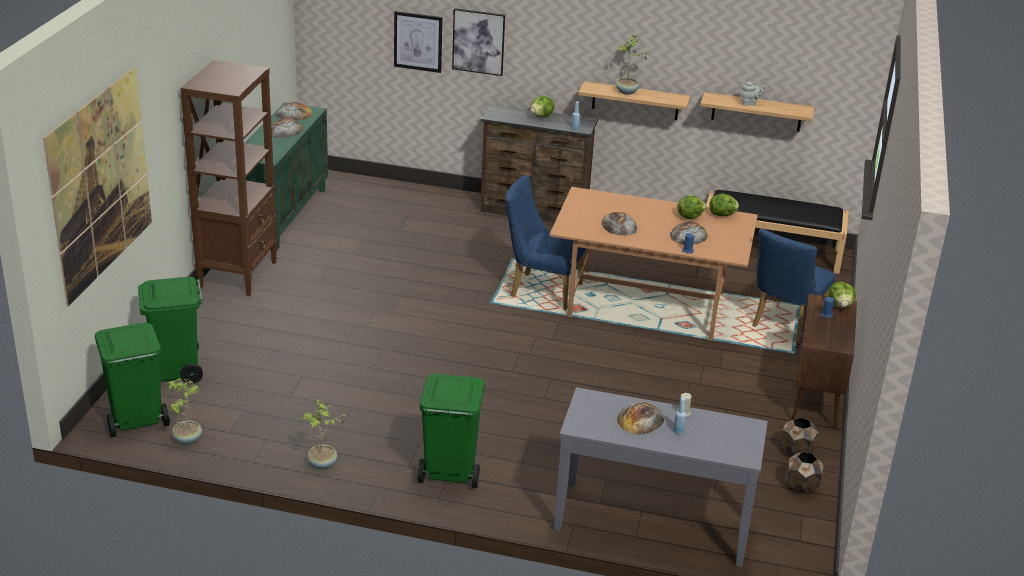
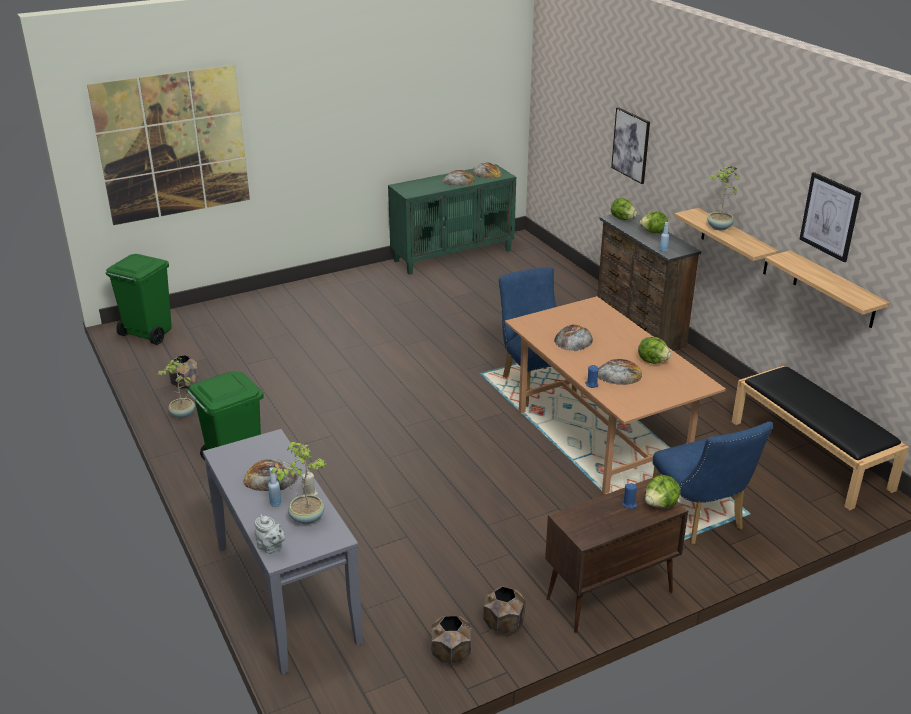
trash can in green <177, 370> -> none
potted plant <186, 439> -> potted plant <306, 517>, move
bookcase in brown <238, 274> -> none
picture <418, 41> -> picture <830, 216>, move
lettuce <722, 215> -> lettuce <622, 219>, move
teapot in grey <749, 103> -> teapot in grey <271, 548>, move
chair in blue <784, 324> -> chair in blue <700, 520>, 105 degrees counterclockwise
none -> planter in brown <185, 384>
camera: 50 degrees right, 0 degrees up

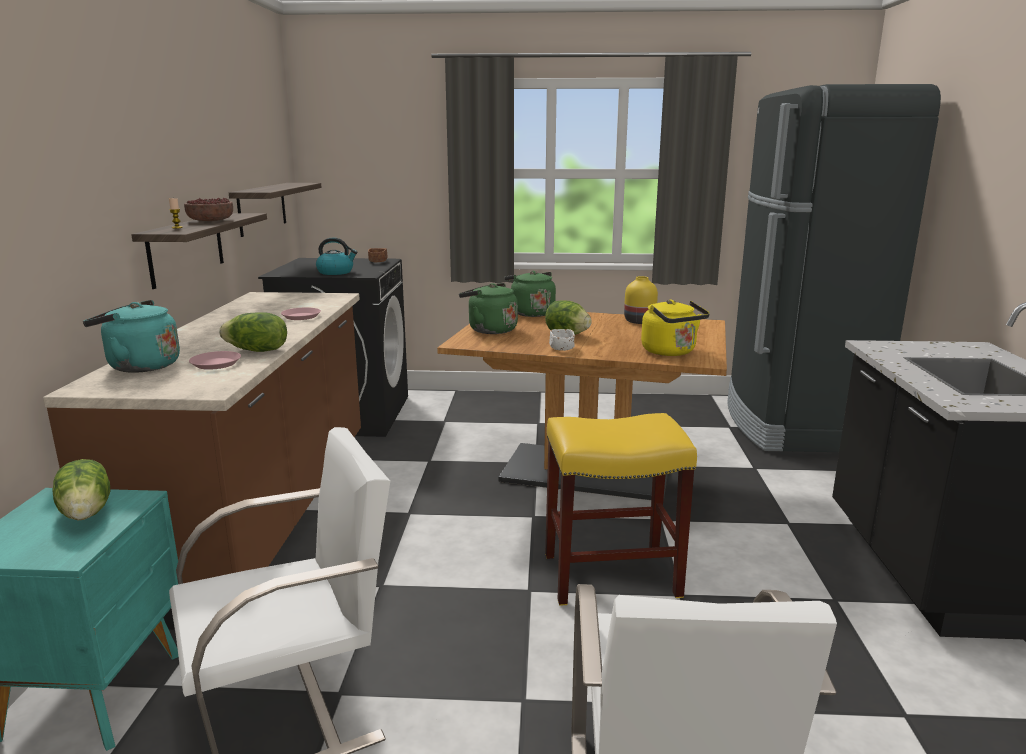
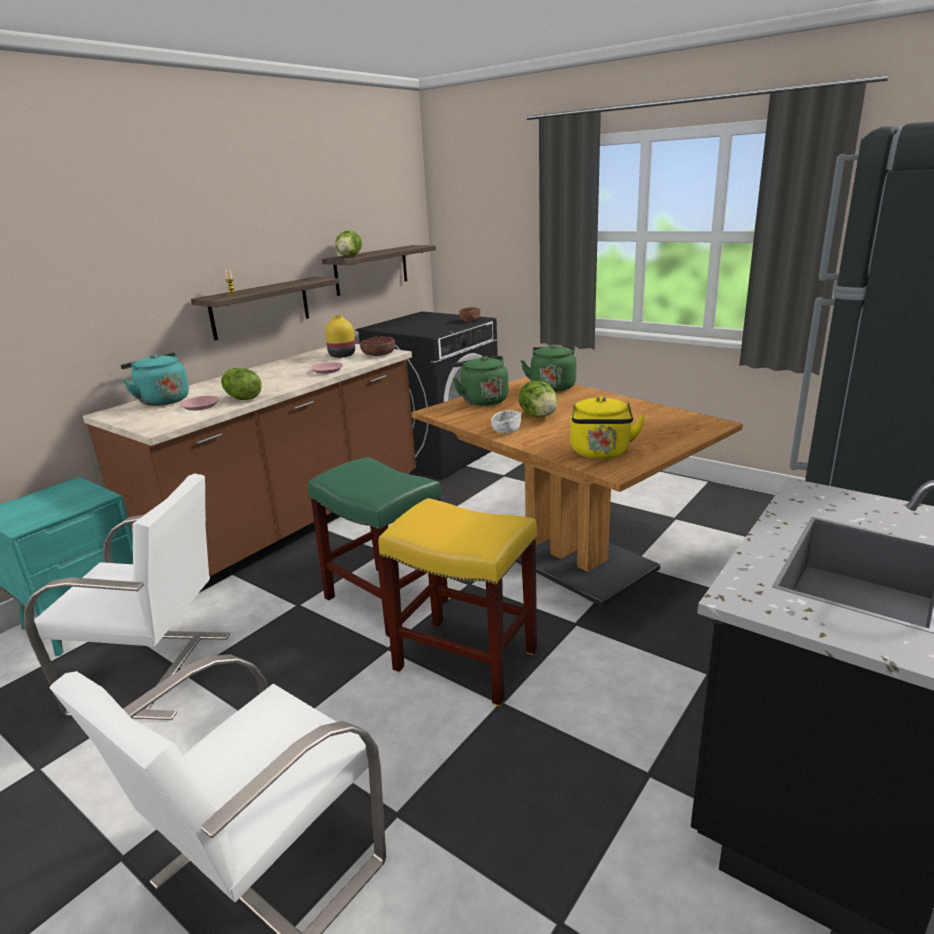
lettuce <87, 512> -> lettuce <350, 256>, move
bowl <211, 221> -> bowl <379, 354>, move
kettle <336, 272> -> none
vase in yellow <639, 321> -> vase in yellow <341, 355>, move
none -> stool in green <384, 600>
camera: 35 degrees right, 5 degrees up

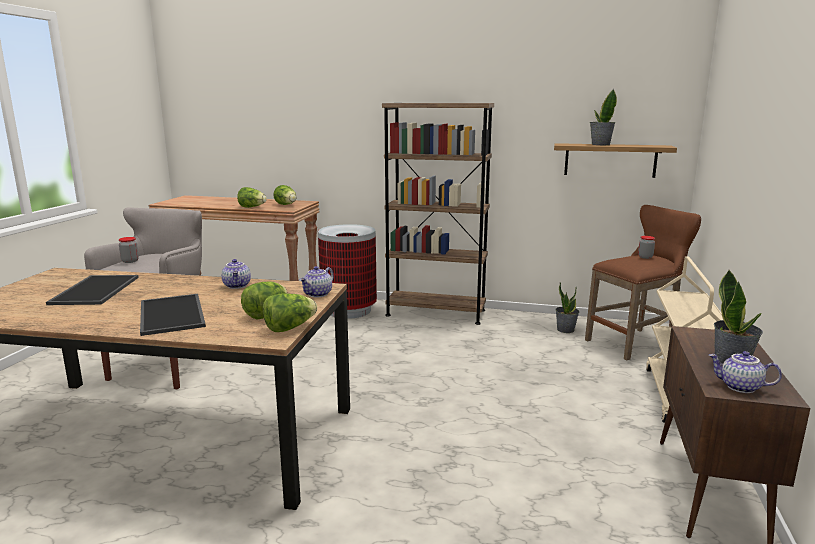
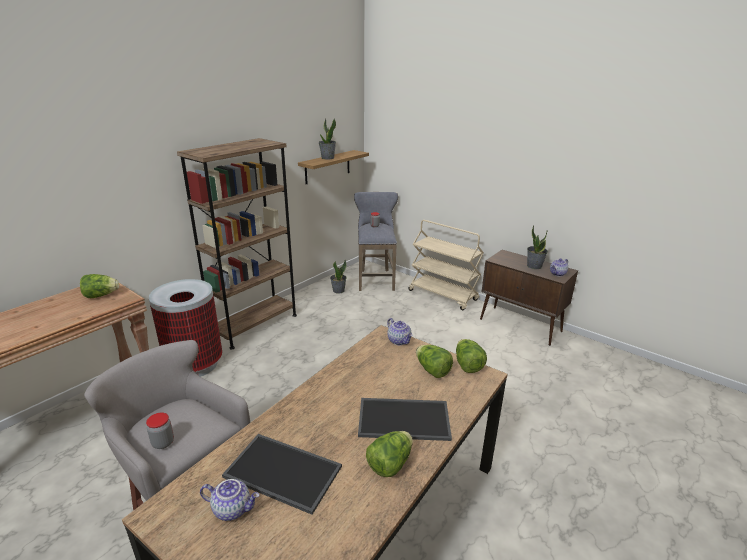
teapot <237, 286> -> teapot <233, 508>, move
lettuce <252, 207> -> lettuce <390, 464>, move
stool in brown <635, 342> -> stool in grey <375, 278>
camera: 65 degrees left, 10 degrees up

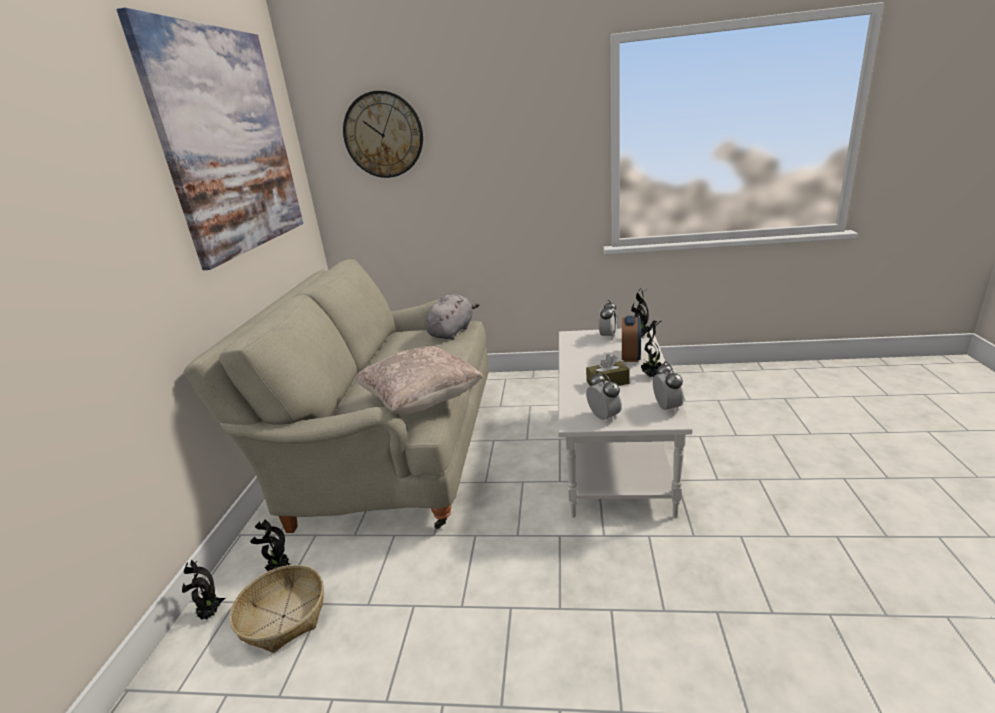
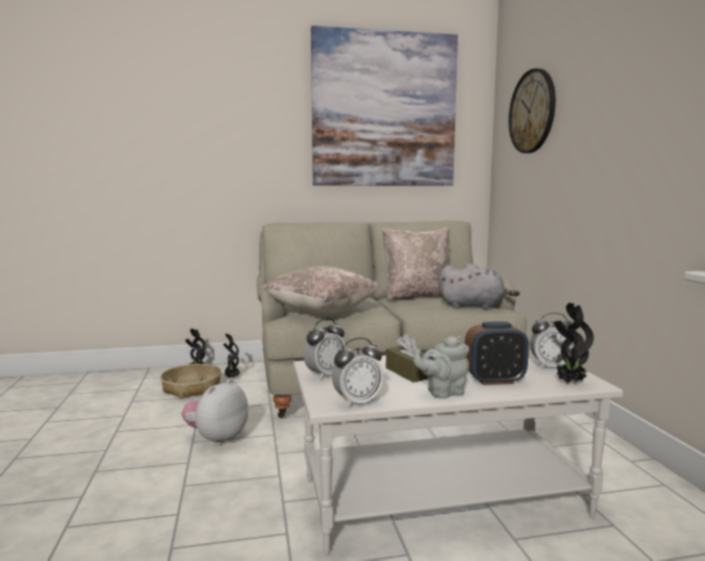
potted plant <651, 376> -> teapot in grey <442, 392>
none -> plush toy <217, 439>
none -> pillow in beige <417, 297>
camera: 70 degrees right, 15 degrees down

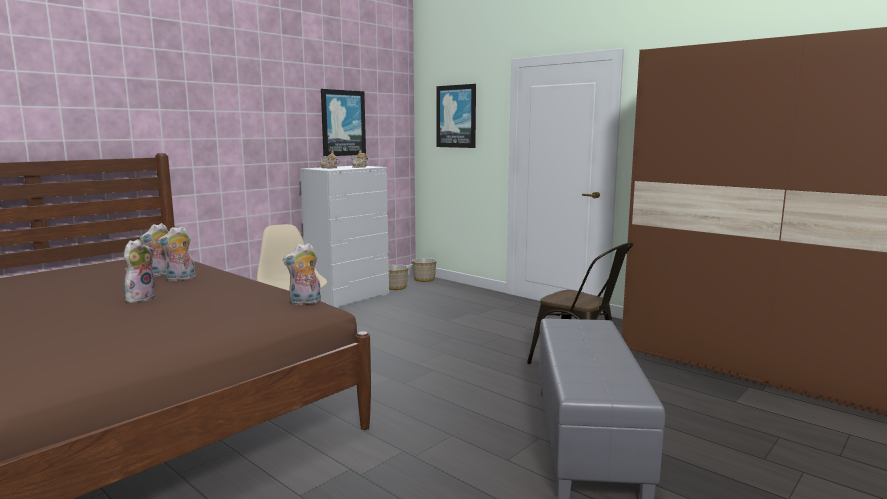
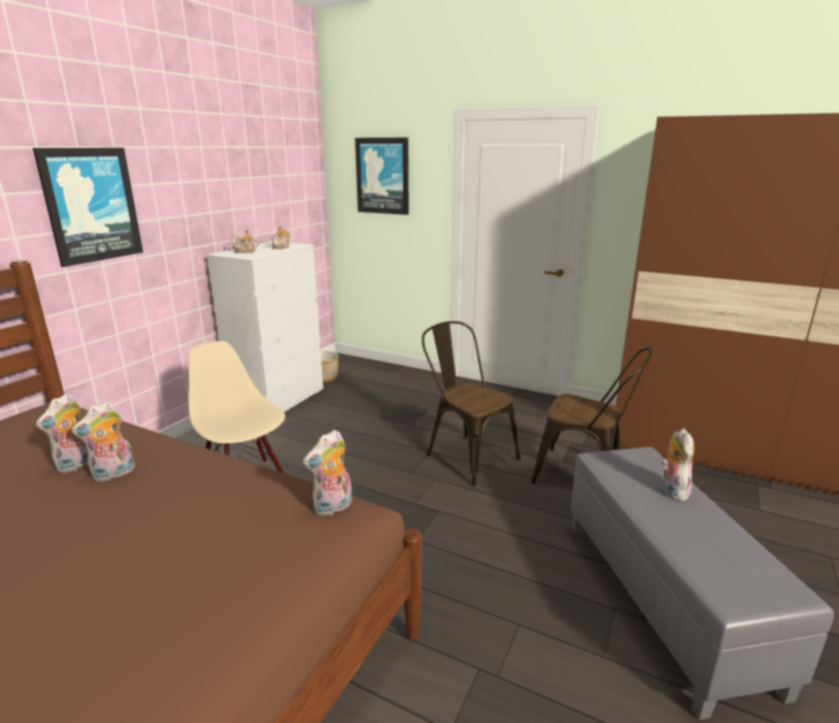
plush toy <140, 298> -> plush toy <672, 489>, move
picture <343, 123> -> picture <91, 205>, move
planter <424, 279> -> none
none -> chair in brown <466, 455>
camera: 15 degrees left, 10 degrees up

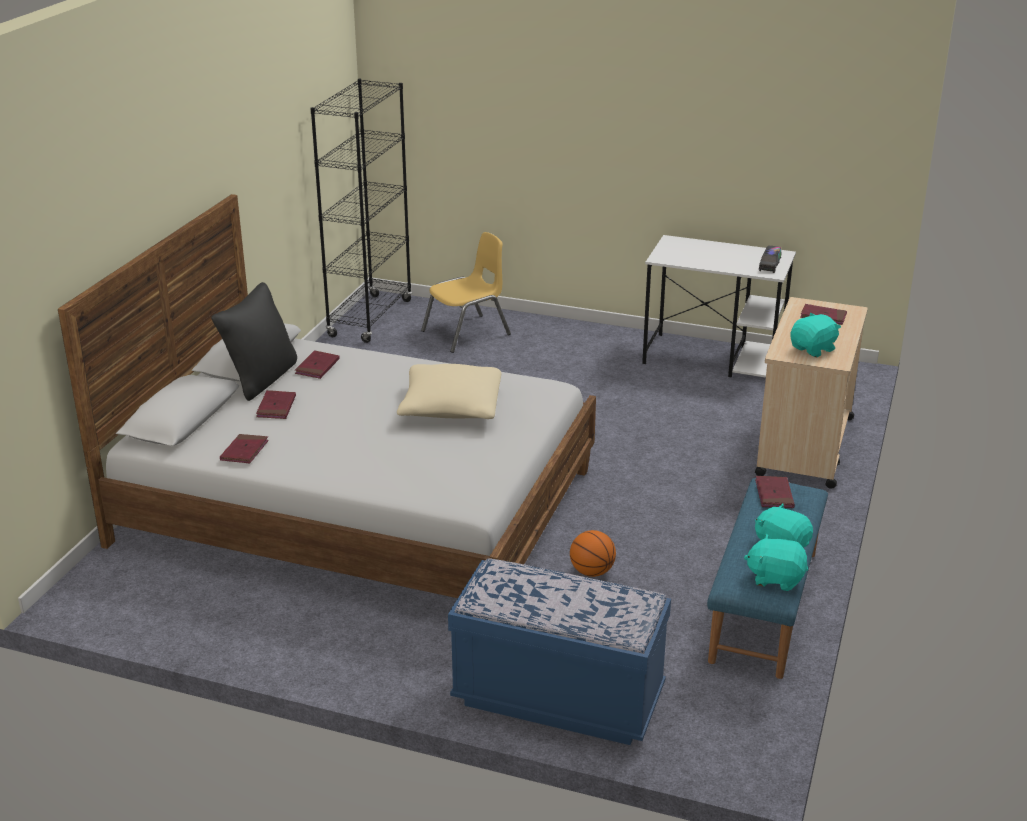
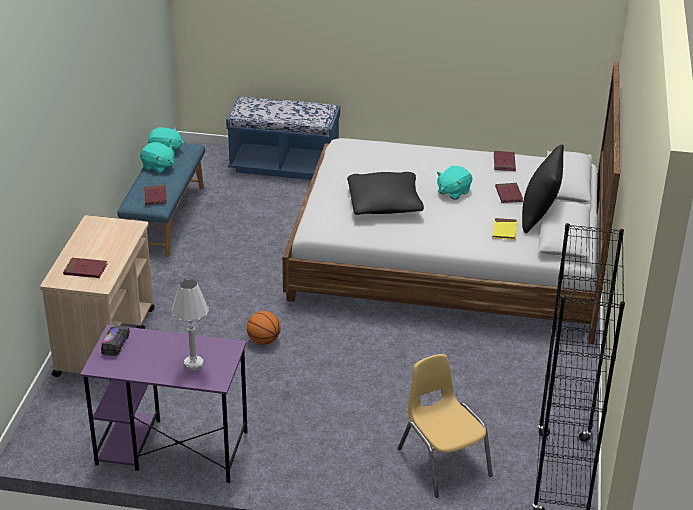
book in red <317, 367> -> book in yellow <504, 230>
pillow in beige <451, 407> -> pillow in black <384, 204>
chair in yellow <467, 333> -> chair in yellow <443, 462>, 105 degrees clockwise
basketball <592, 572> -> basketball <264, 341>, move
desk in white <714, 358> -> desk in purple <171, 448>
plush toy in turquoise <813, 349> -> plush toy in turquoise <453, 192>, move
none -> table lamp in white <193, 364>
camera: 170 degrees right, 5 degrees up

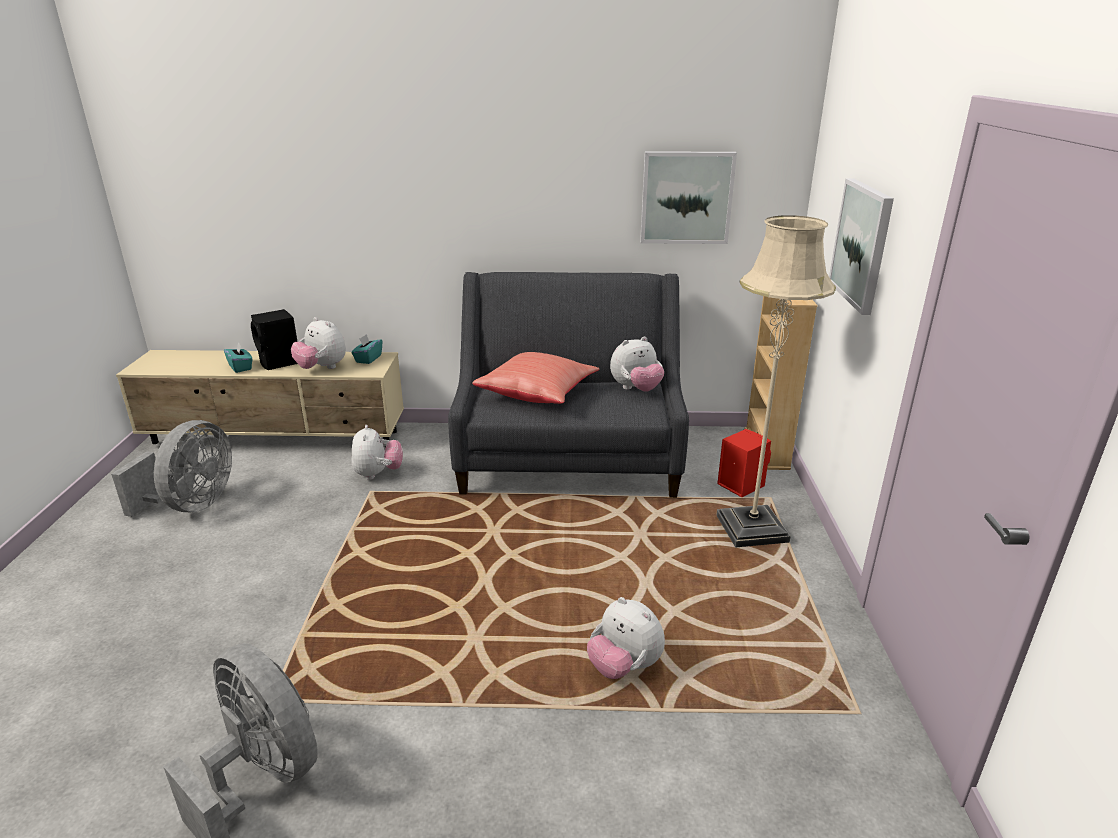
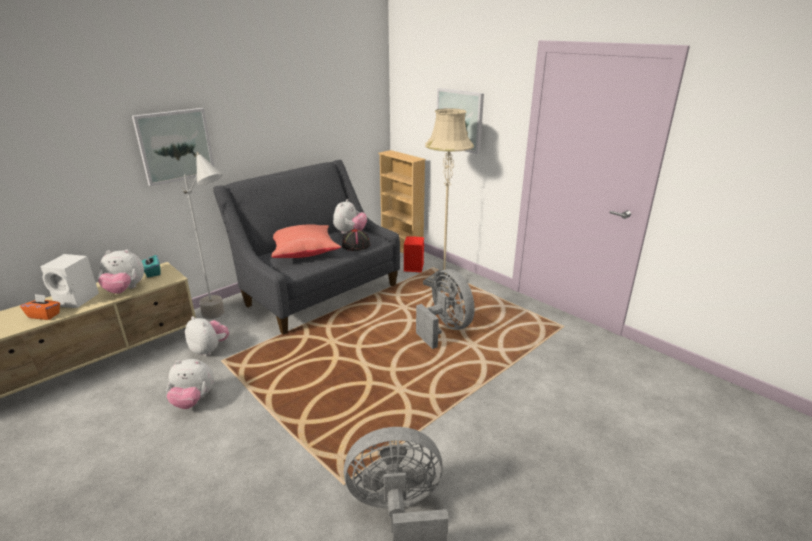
fan in grey <192, 505> -> fan in grey <445, 328>, move
tissue box in turquoise <240, 367> -> tissue box in orange <44, 315>
speaker in black <280, 363> -> speaker in white <78, 300>
plush toy <624, 666> -> plush toy <193, 400>, move
picture <686, 198> -> picture <175, 146>, move
none -> floor lamp in grey <224, 319>
none -> hat in black <356, 245>
camera: 45 degrees left, 0 degrees up

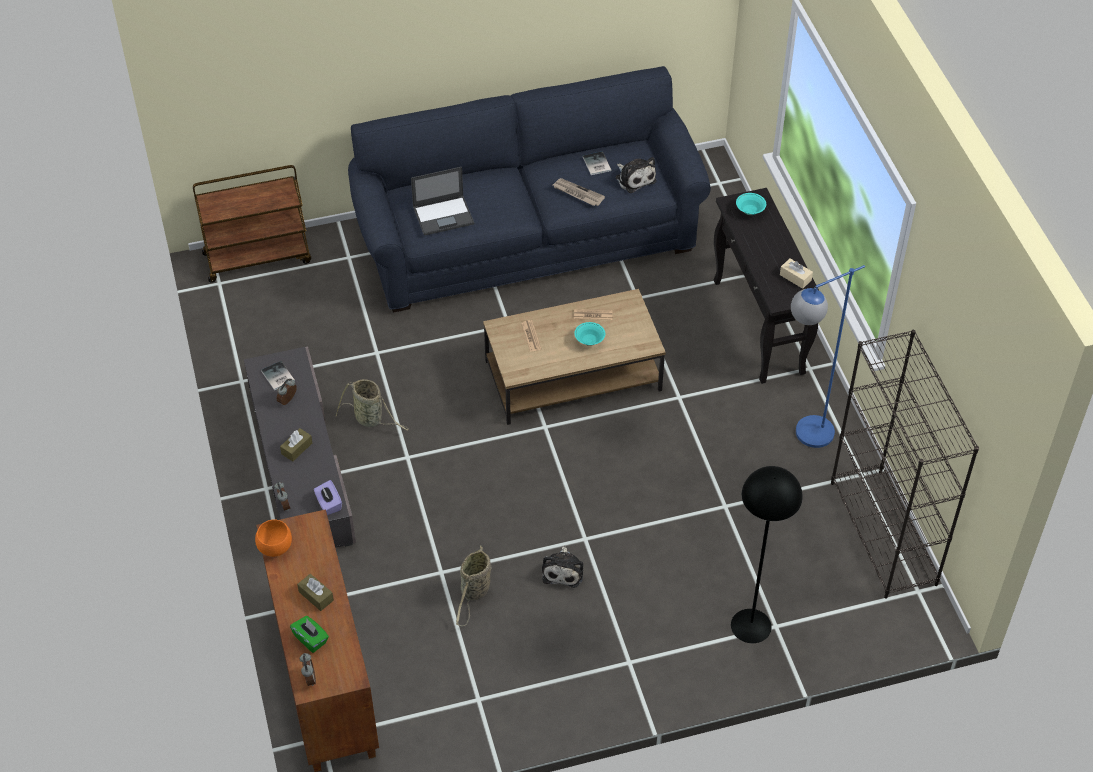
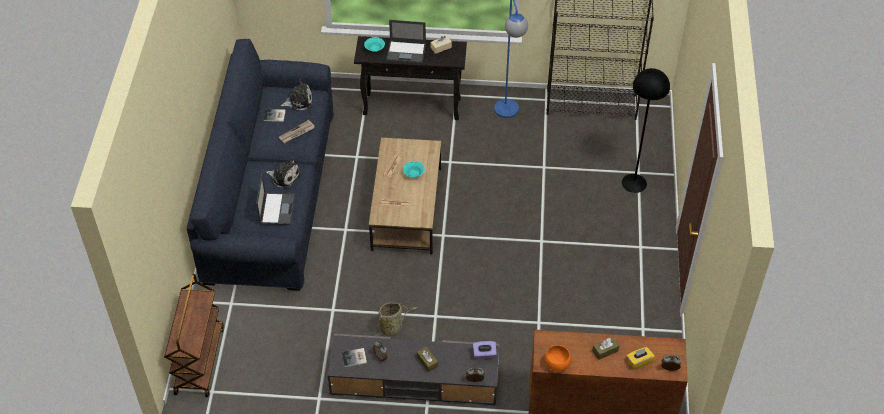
tissue box in green <311, 639> -> tissue box in yellow <639, 361>
basket <474, 592> -> none
plush toy <563, 570> -> plush toy <284, 177>, move
none -> laptop <406, 52>
camera: 70 degrees left, 0 degrees up

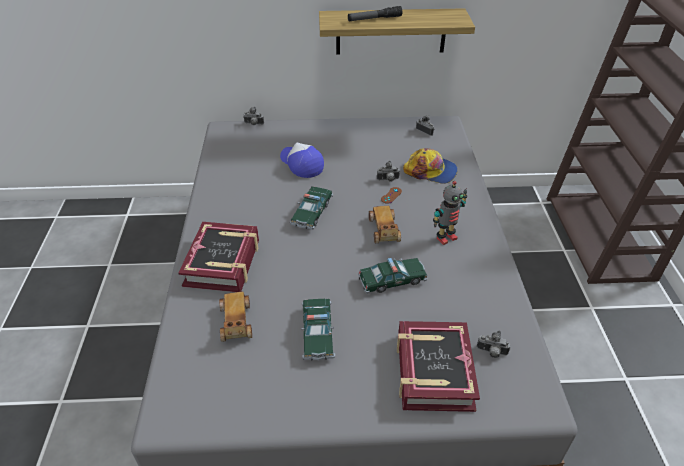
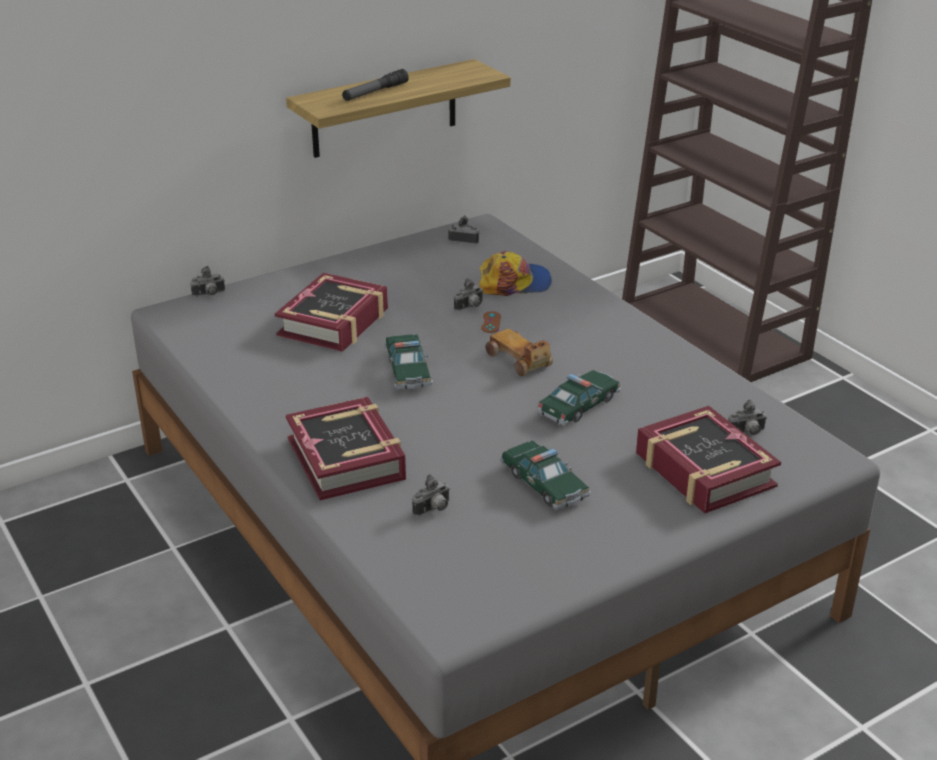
toy car <236, 323> -> photo camera <433, 510>
cap <301, 164> -> book <334, 322>
toy robot <445, 237> -> none
camera: 30 degrees left, 10 degrees down

